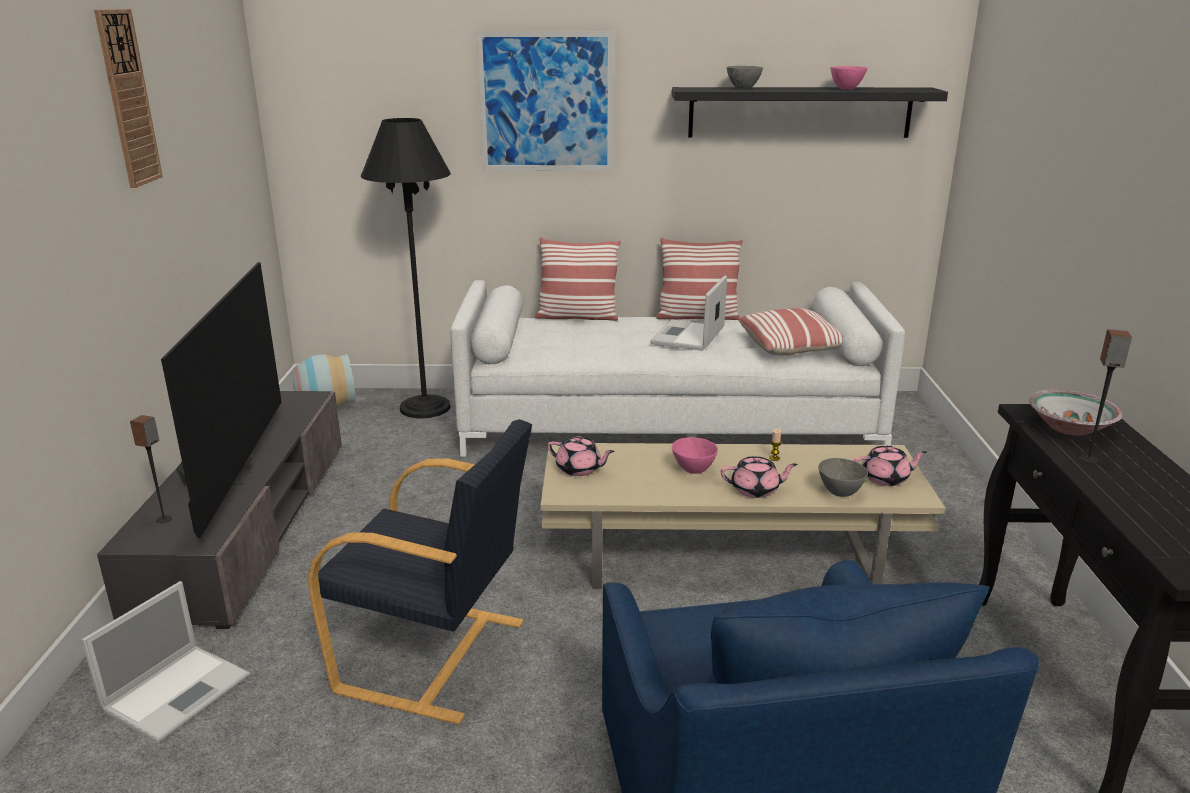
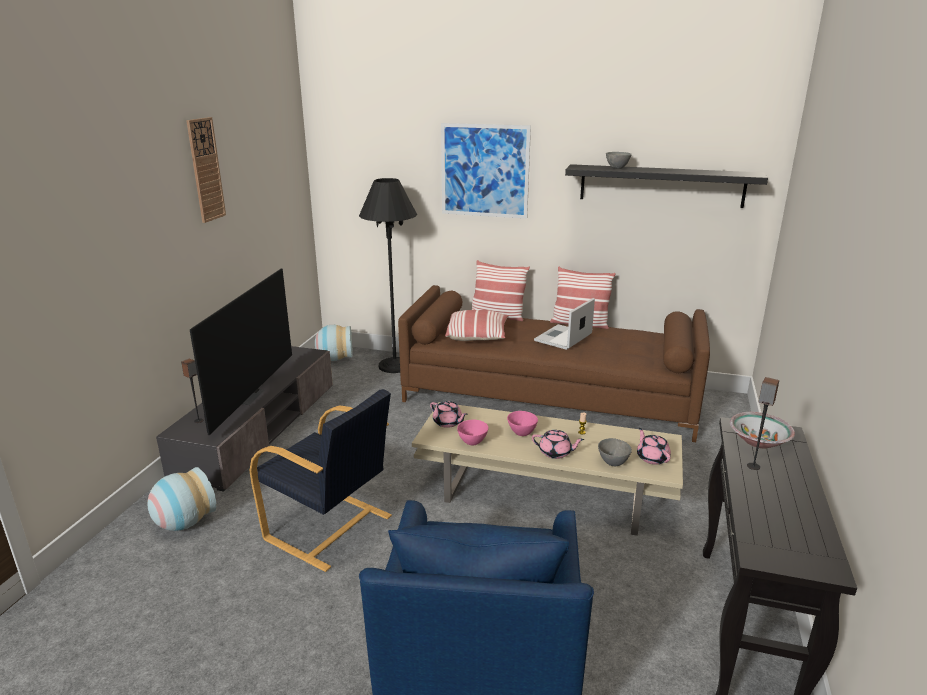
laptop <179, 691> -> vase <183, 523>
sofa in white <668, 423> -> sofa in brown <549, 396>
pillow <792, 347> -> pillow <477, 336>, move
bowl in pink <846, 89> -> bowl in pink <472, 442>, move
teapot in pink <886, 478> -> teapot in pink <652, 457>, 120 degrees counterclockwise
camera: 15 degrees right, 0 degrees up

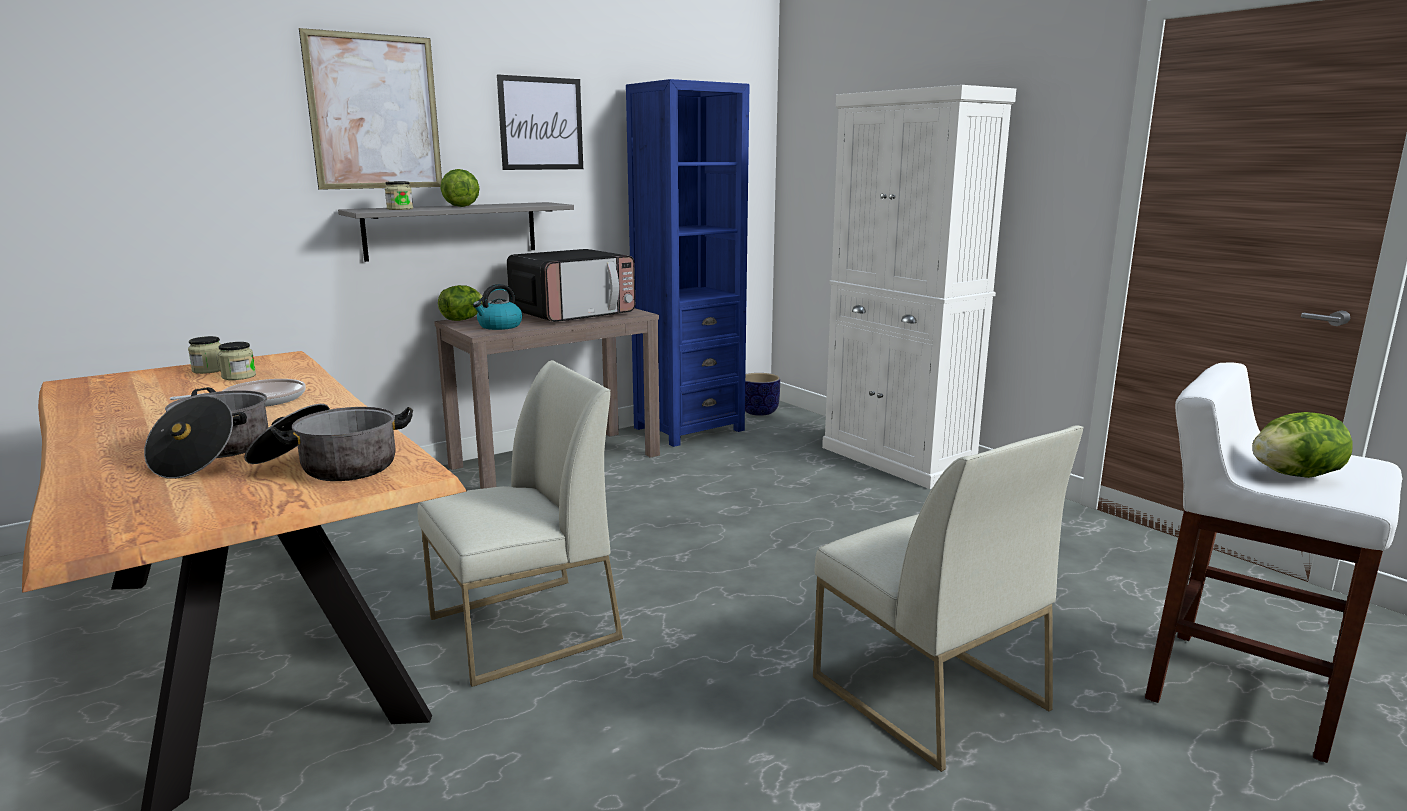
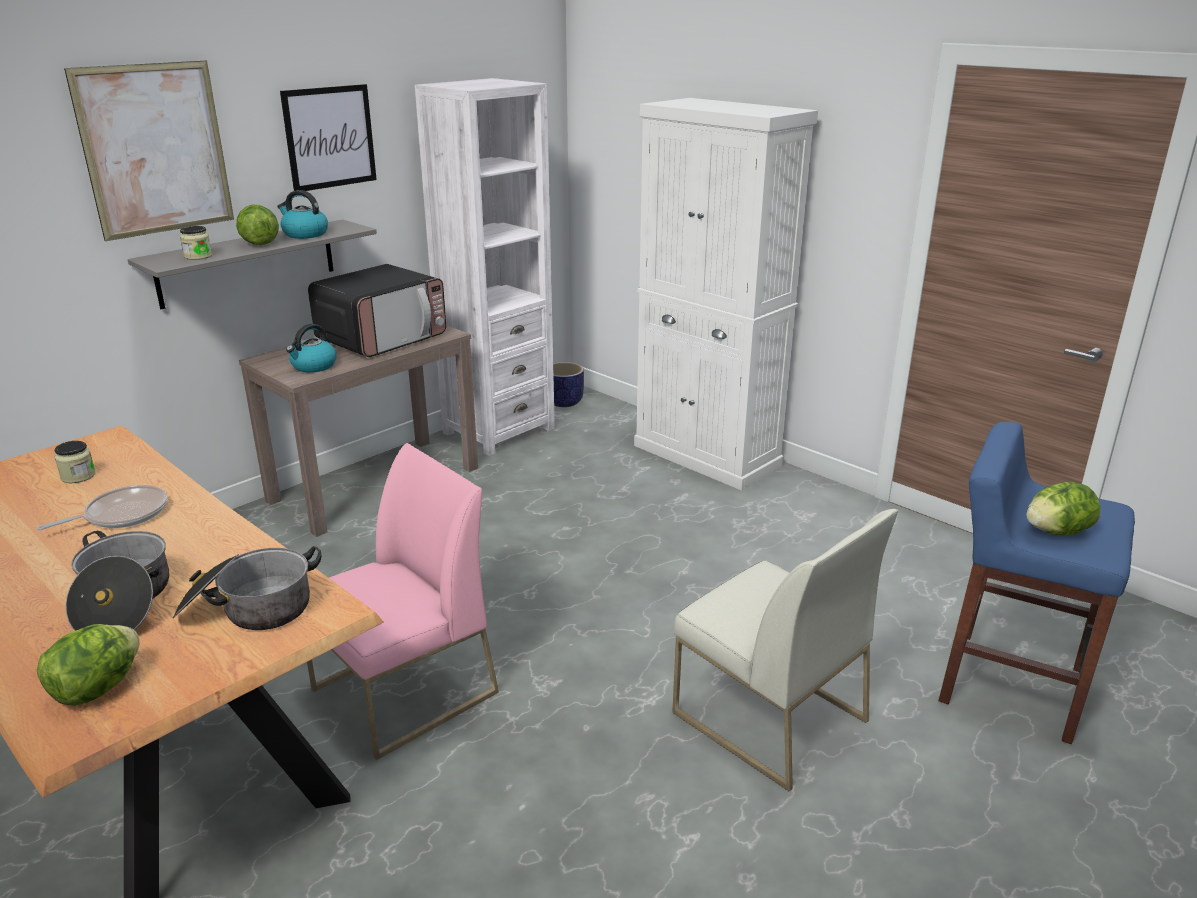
jar <209, 370> -> none
chair in white <523, 629> -> chair in pink <404, 692>
lettuce <462, 319> -> lettuce <97, 688>, move
bookcase in blue <688, 429> -> bookcase in white <498, 430>
stool in white <1239, 690> -> stool in blue <1008, 684>
none -> kettle <304, 234>
camera: 10 degrees left, 10 degrees up

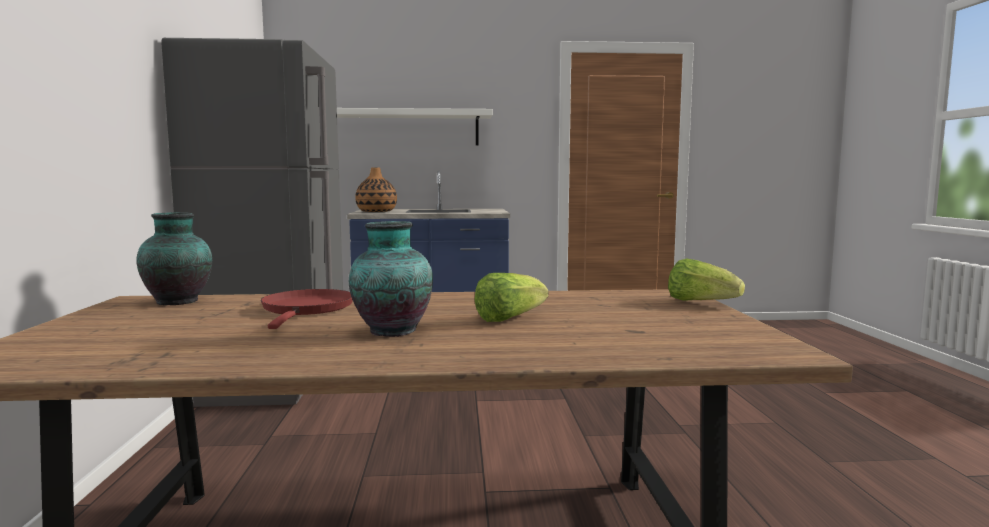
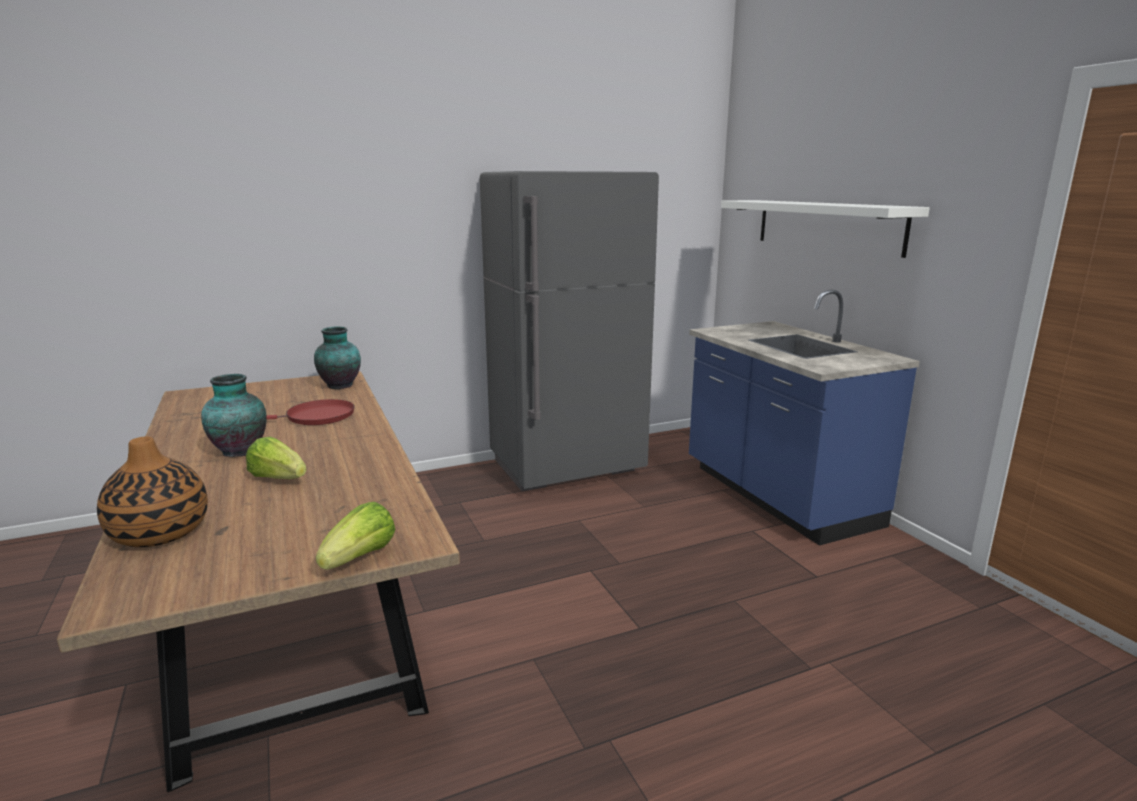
vase <376, 211> -> vase <159, 533>, move
camera: 70 degrees right, 10 degrees up

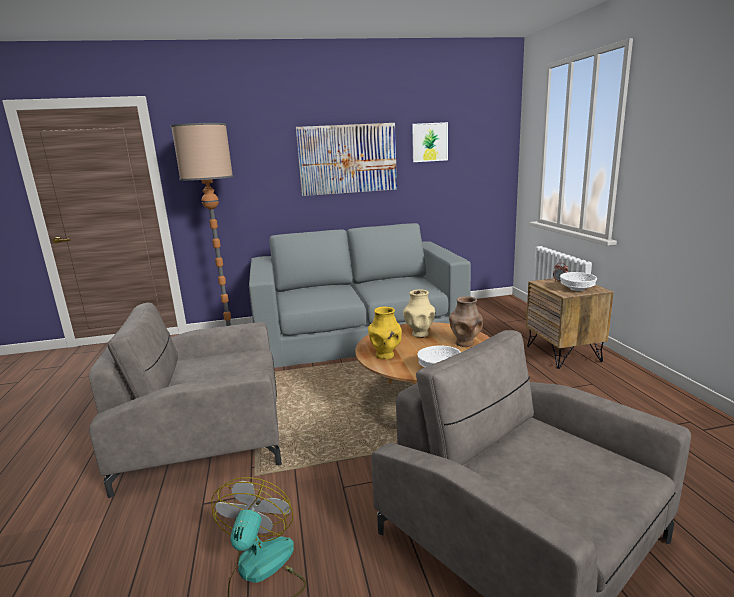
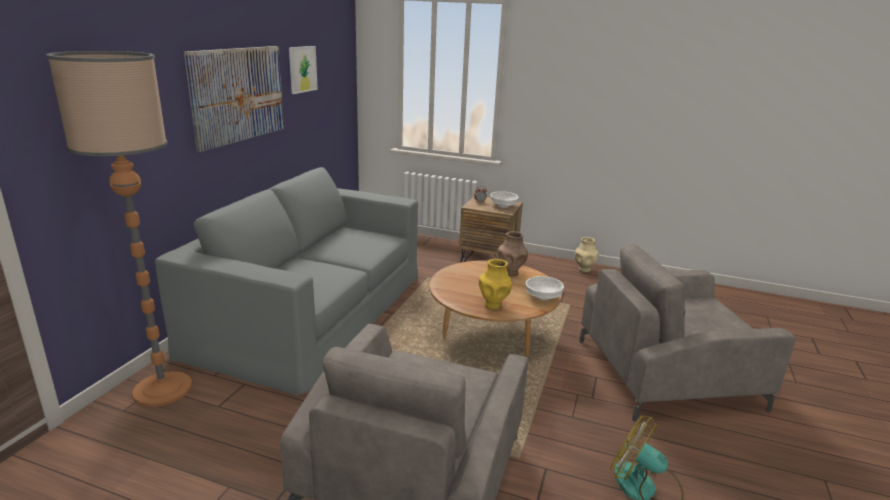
vase in beige <420, 334> -> vase in beige <584, 269>, move
camera: 60 degrees left, 5 degrees up

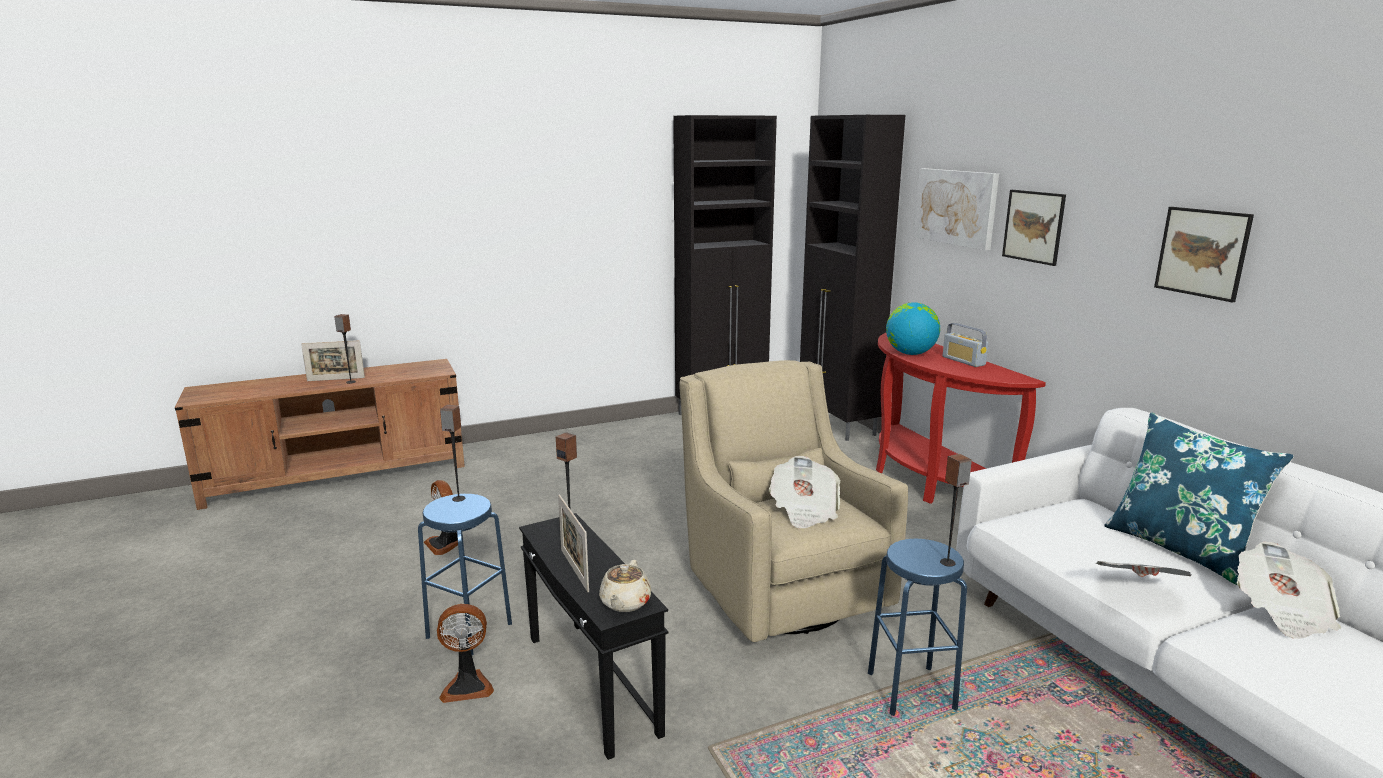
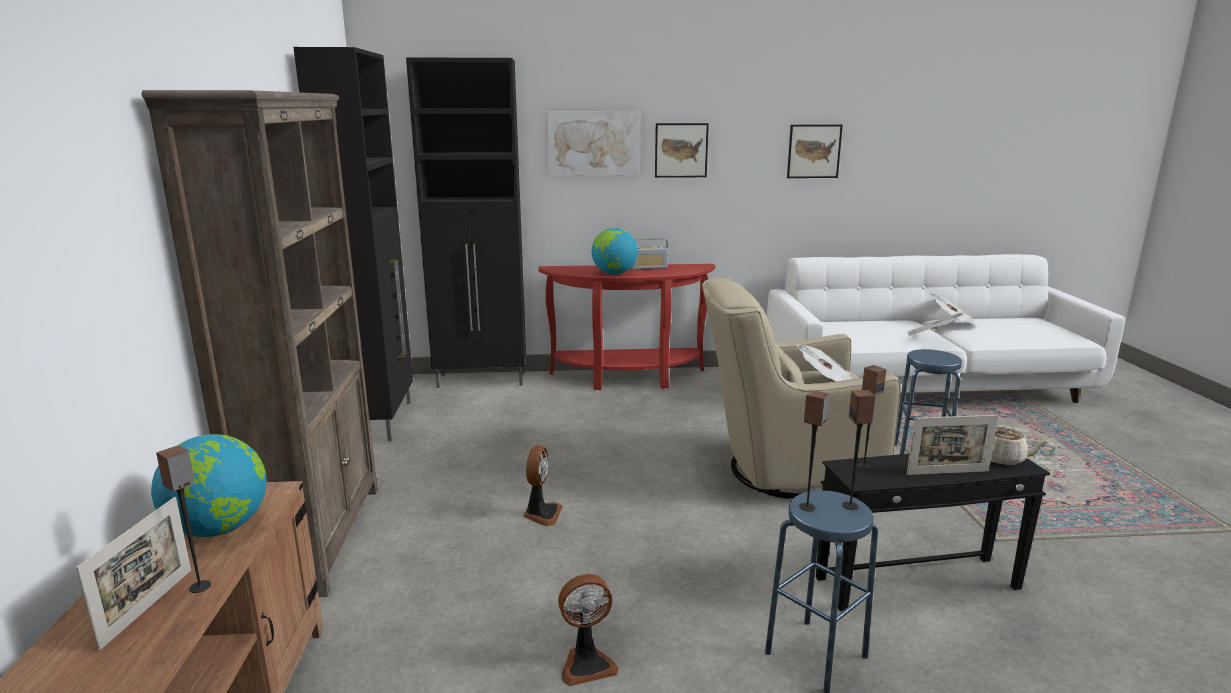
fan <467, 686> -> fan <541, 514>, move
speaker <947, 563> -> speaker <850, 506>, move
pillow in blue <1179, 548> -> none
none -> bookcase in brown <318, 537>
none -> globe <219, 529>
camera: 70 degrees left, 0 degrees up

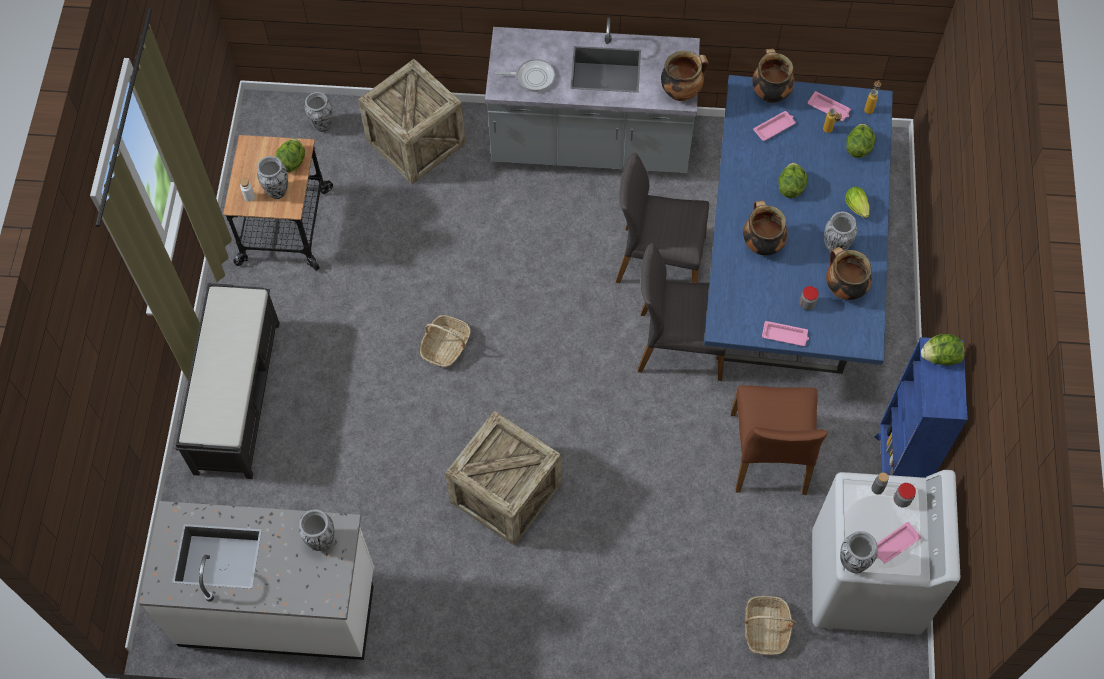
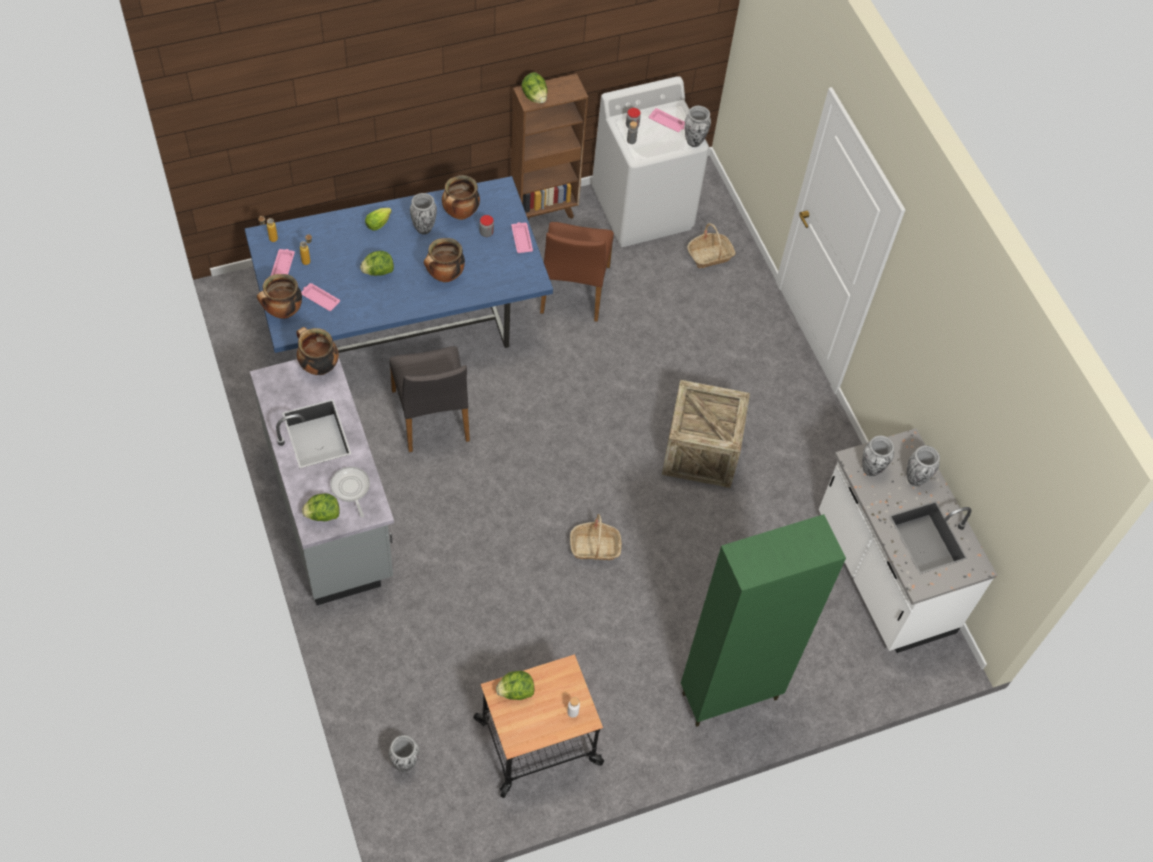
bench in black <237, 395> -> cabinet in green <728, 696>
vase <277, 191> -> vase <915, 478>, move
crate <416, 142> -> none
chair in grey <679, 344> -> none
chair in brown <770, 454> -> chair in brown <573, 289>, 120 degrees clockwise
lettuce <858, 147> -> lettuce <322, 514>, move
bookcase in blue <895, 468> -> bookcase in brown <544, 212>
camera: 120 degrees left, 5 degrees down

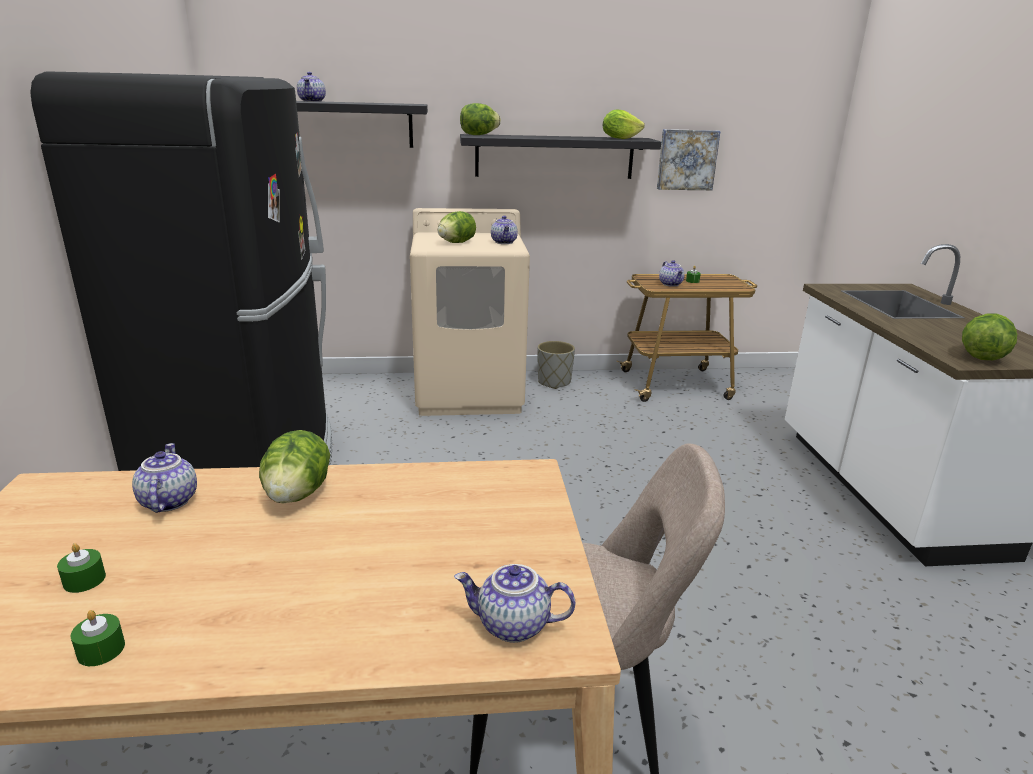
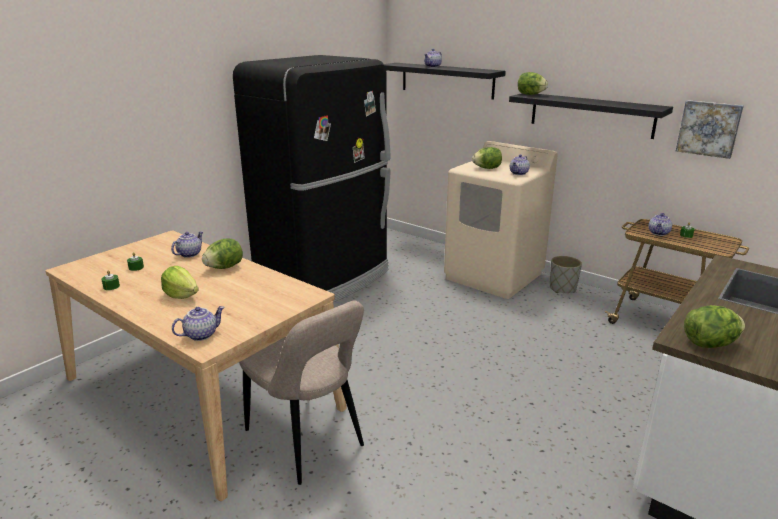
teapot <512, 626> -> teapot <201, 334>, 90 degrees clockwise
lettuce <620, 138> -> lettuce <181, 295>, move
camera: 45 degrees right, 0 degrees up

